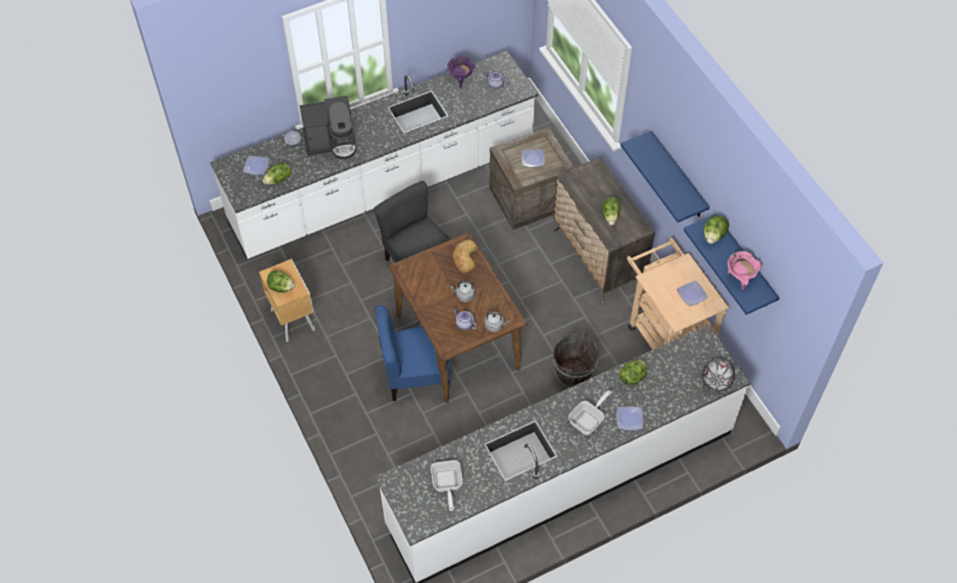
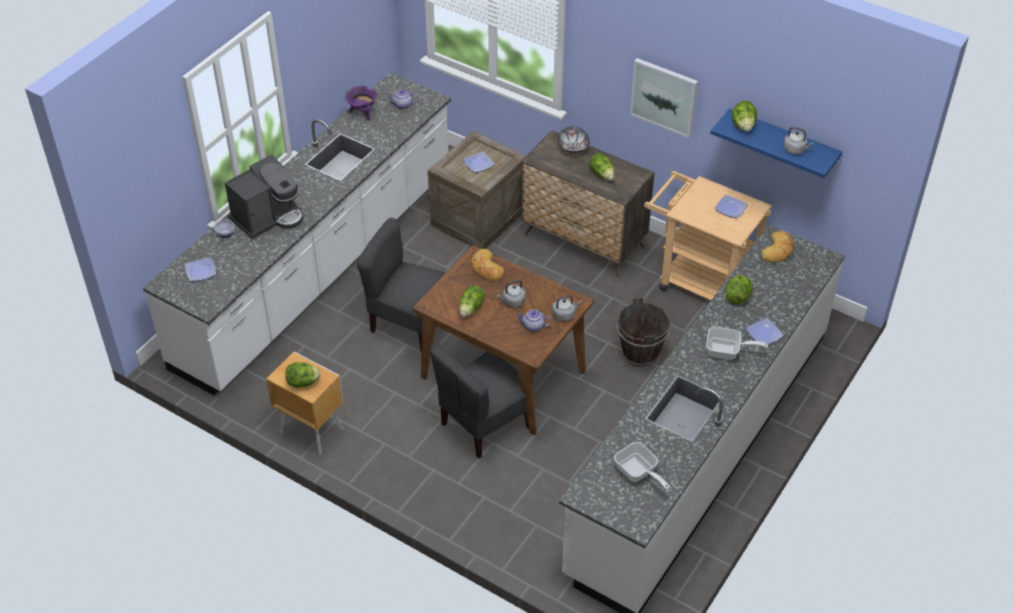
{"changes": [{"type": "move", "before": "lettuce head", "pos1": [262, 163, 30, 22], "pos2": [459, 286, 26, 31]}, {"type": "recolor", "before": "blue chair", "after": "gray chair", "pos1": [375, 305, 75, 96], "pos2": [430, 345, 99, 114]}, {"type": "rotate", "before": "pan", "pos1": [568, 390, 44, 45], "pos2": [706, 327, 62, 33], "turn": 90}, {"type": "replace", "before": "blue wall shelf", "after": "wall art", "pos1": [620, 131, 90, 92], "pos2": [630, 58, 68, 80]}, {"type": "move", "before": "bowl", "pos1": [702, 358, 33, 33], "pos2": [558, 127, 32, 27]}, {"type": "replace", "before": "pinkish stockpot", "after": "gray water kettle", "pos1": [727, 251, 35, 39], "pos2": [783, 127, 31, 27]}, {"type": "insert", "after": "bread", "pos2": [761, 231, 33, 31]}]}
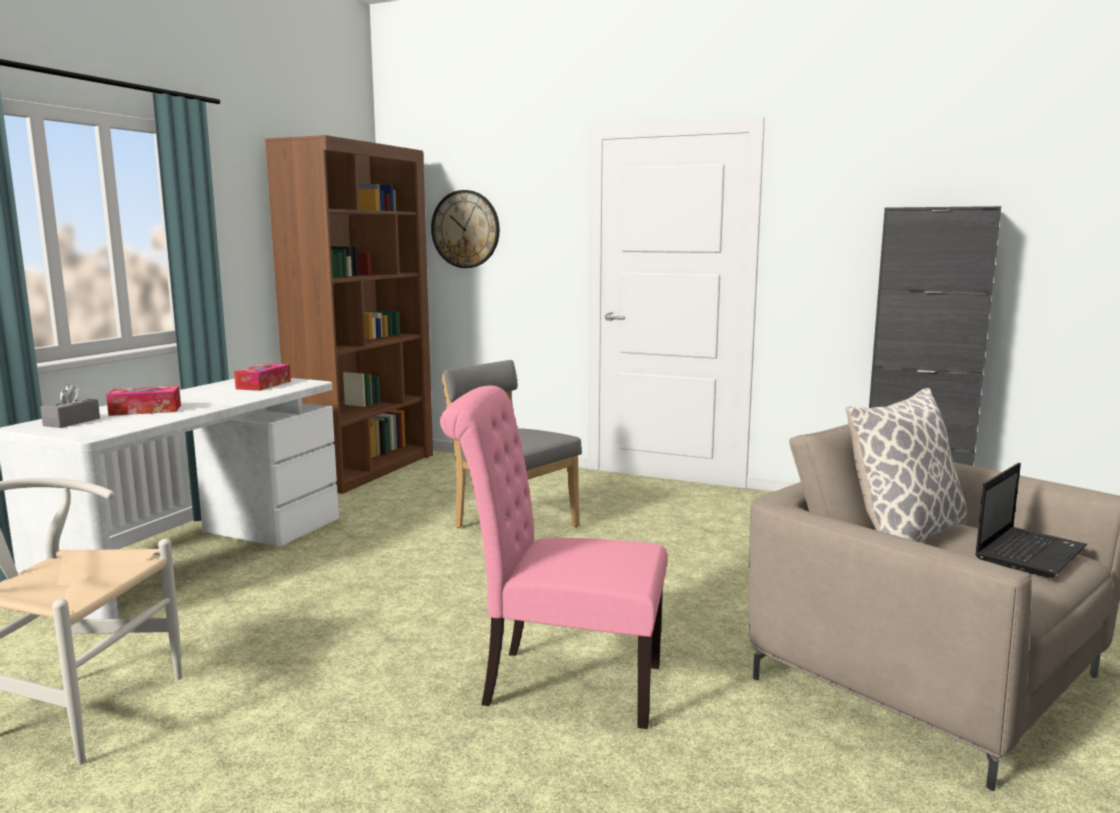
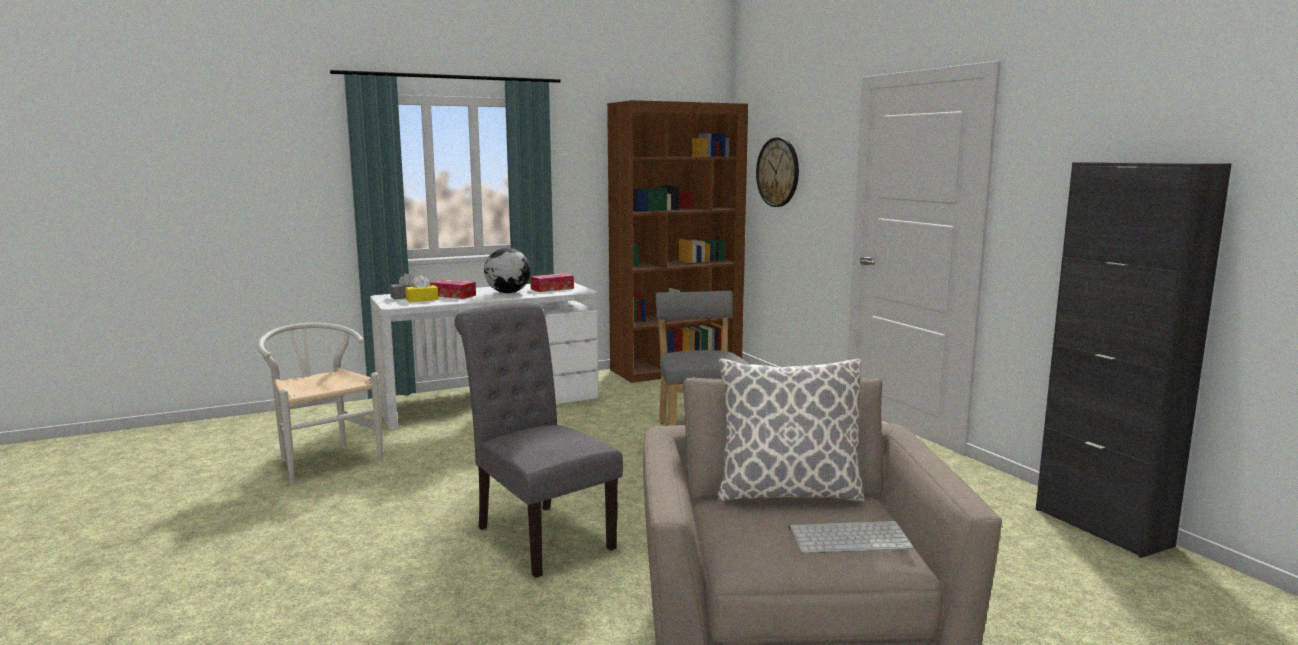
{"changes": [{"type": "recolor", "before": "pinkish chair", "after": "gray chair", "pos1": [440, 386, 227, 343], "pos2": [455, 302, 168, 276]}, {"type": "replace", "before": "notebook computer", "after": "keyboard", "pos1": [975, 463, 112, 115], "pos2": [789, 521, 125, 33]}, {"type": "insert", "after": "yellow tissue holder", "pos2": [405, 275, 34, 27]}, {"type": "insert", "after": "globe", "pos2": [484, 248, 47, 45]}]}
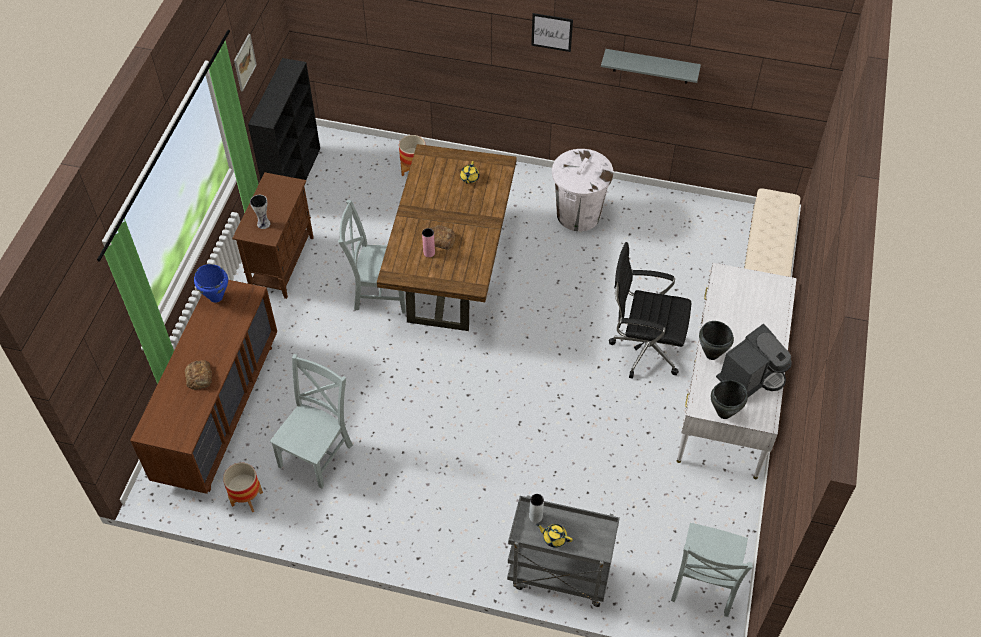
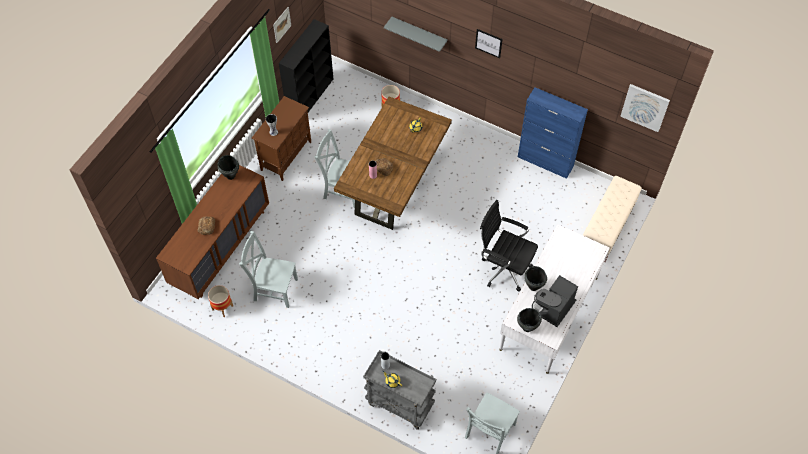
{"changes": [{"type": "recolor", "before": "blue stockpot", "after": "black-coloured stockpot", "pos1": [194, 264, 34, 39], "pos2": [217, 155, 22, 25]}, {"type": "rotate", "before": "gray chair", "pos1": [270, 354, 83, 135], "pos2": [239, 231, 59, 77], "turn": -120}, {"type": "delete", "before": "white waste bin", "pos1": [552, 149, 62, 82]}, {"type": "move", "before": "gray wall shelf", "pos1": [601, 49, 100, 35], "pos2": [384, 17, 64, 35]}, {"type": "rotate", "before": "coffee brewer", "pos1": [716, 324, 76, 73], "pos2": [532, 275, 46, 52], "turn": 150}, {"type": "insert", "after": "blue cupboard", "pos2": [518, 87, 70, 92]}, {"type": "insert", "after": "wall art", "pos2": [620, 84, 50, 48]}]}
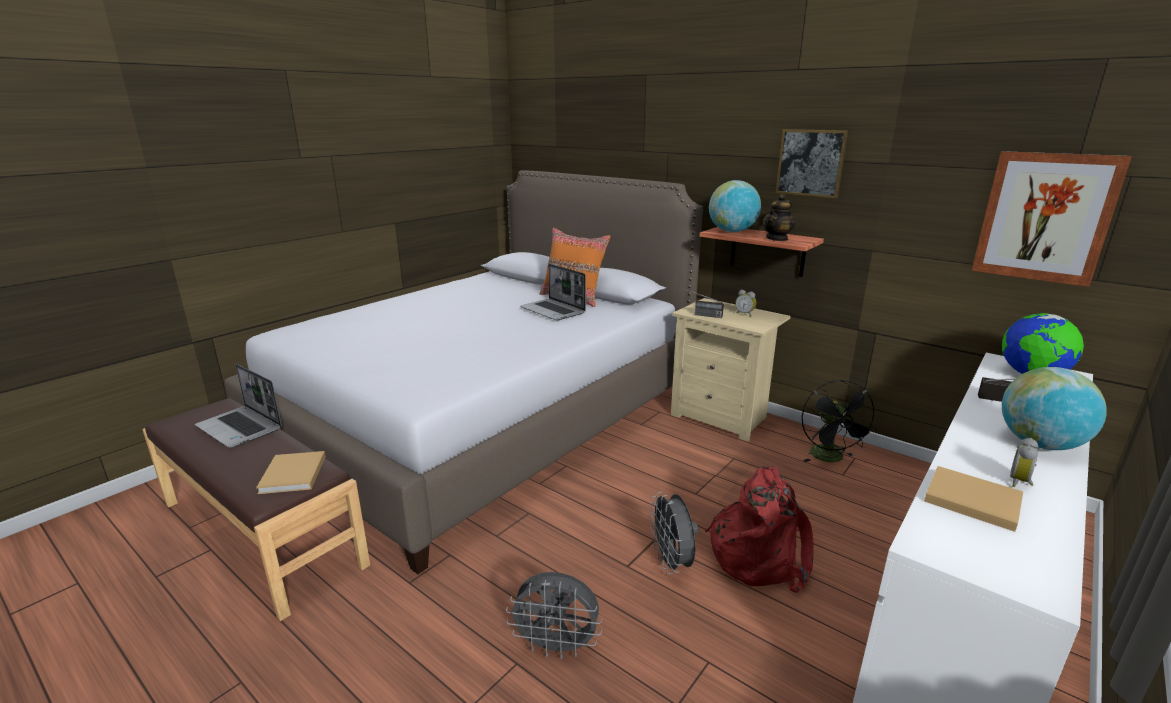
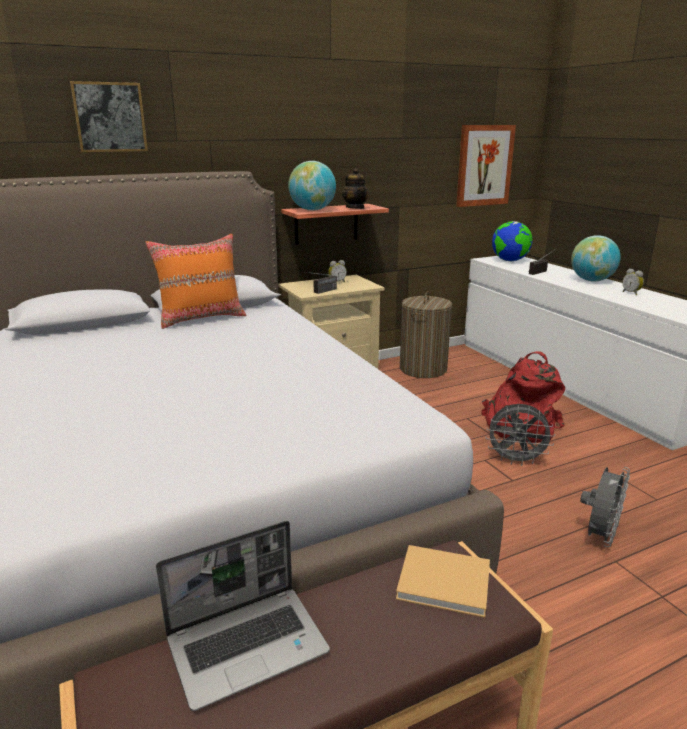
{"changes": [{"type": "delete", "before": "notebook computer", "pos1": [520, 264, 66, 56]}, {"type": "move", "before": "wall art", "pos1": [775, 129, 73, 69], "pos2": [70, 81, 78, 71]}, {"type": "replace", "before": "black-coloured electric fan", "after": "washing basket", "pos1": [802, 380, 78, 82], "pos2": [400, 291, 52, 87]}, {"type": "delete", "before": "beige book", "pos1": [924, 466, 99, 66]}]}
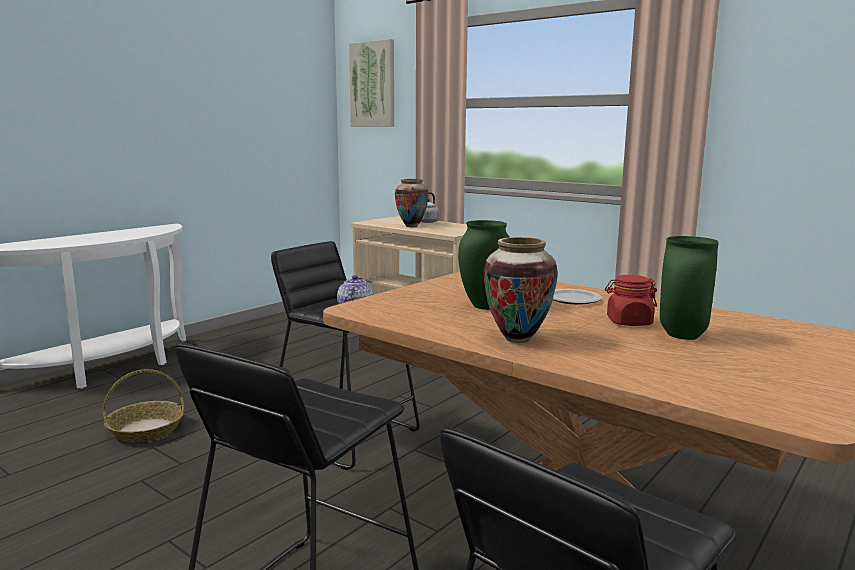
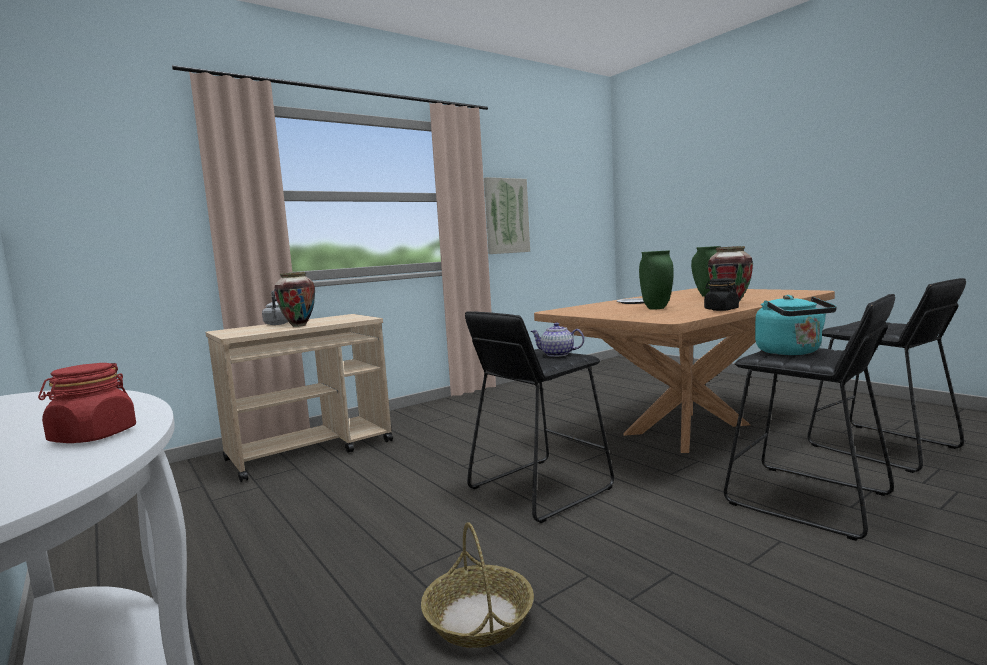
{"changes": [{"type": "move", "before": "wall art", "pos1": [349, 39, 45, 88], "pos2": [484, 177, 46, 77]}, {"type": "move", "before": "reddish preserve jar", "pos1": [605, 275, 52, 51], "pos2": [38, 363, 98, 80]}, {"type": "insert", "after": "black-coloured preserve jar", "pos2": [704, 278, 35, 33]}, {"type": "insert", "after": "blue-green water kettle", "pos2": [755, 295, 82, 60]}]}
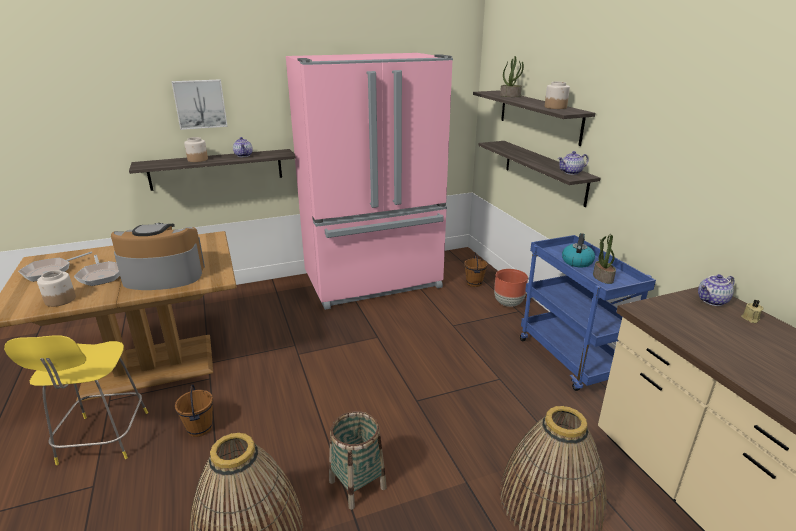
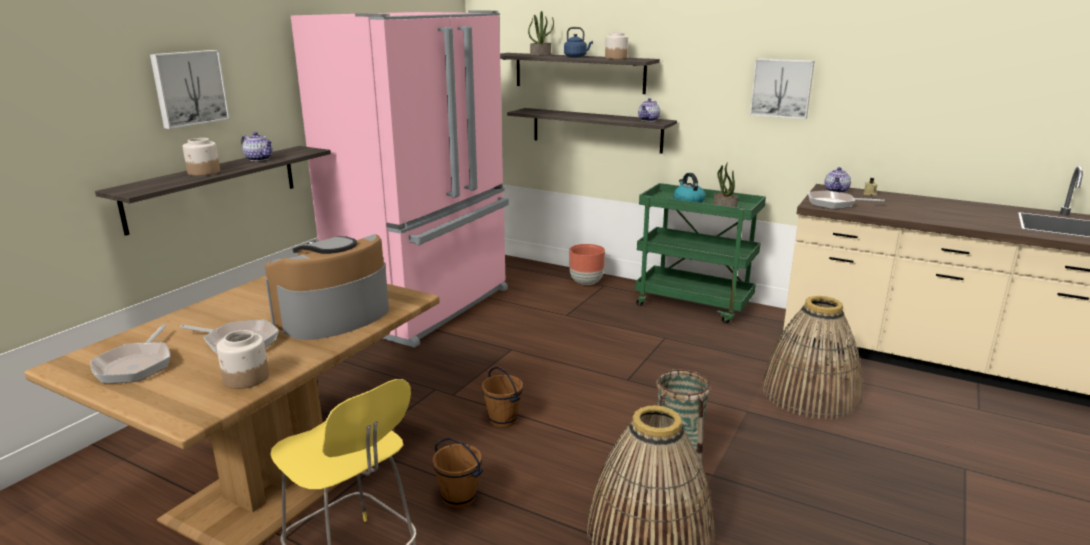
{"changes": [{"type": "move", "before": "brownish water bucket", "pos1": [464, 253, 24, 34], "pos2": [482, 367, 41, 61]}, {"type": "recolor", "before": "blue trolley", "after": "green-coloured trolley", "pos1": [520, 235, 136, 156], "pos2": [635, 183, 131, 141]}, {"type": "insert", "after": "blue water kettle", "pos2": [564, 27, 29, 30]}, {"type": "insert", "after": "wall art", "pos2": [750, 59, 65, 60]}, {"type": "insert", "after": "pan", "pos2": [808, 191, 77, 18]}]}
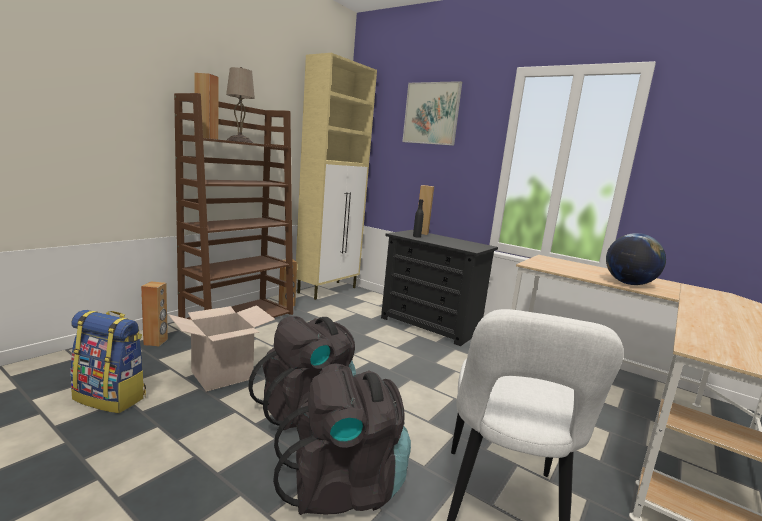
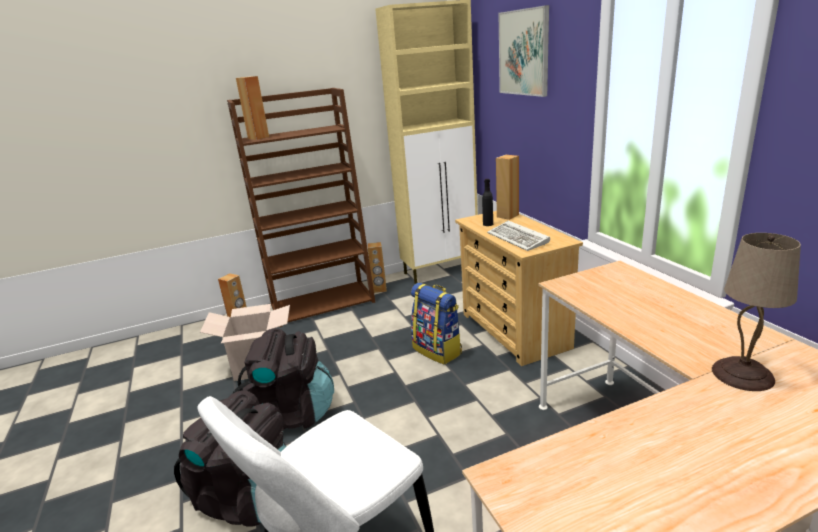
{"changes": [{"type": "move", "before": "knapsack", "pos1": [70, 310, 76, 103], "pos2": [411, 283, 51, 82]}, {"type": "move", "before": "beige tabletop lamp", "pos1": [226, 67, 29, 76], "pos2": [712, 233, 89, 158]}, {"type": "recolor", "before": "black-coloured drawer chest", "after": "beige drawer chest", "pos1": [381, 230, 117, 116], "pos2": [455, 211, 128, 155]}, {"type": "delete", "before": "globe", "pos1": [606, 233, 60, 52]}, {"type": "insert", "after": "keyboard", "pos2": [487, 220, 63, 31]}]}
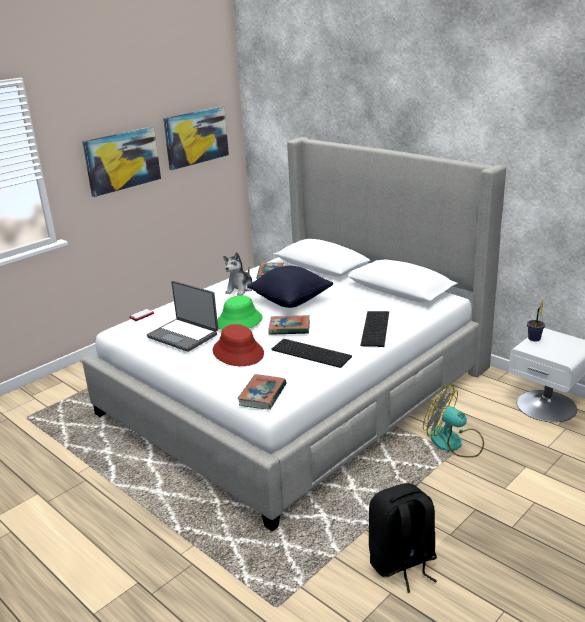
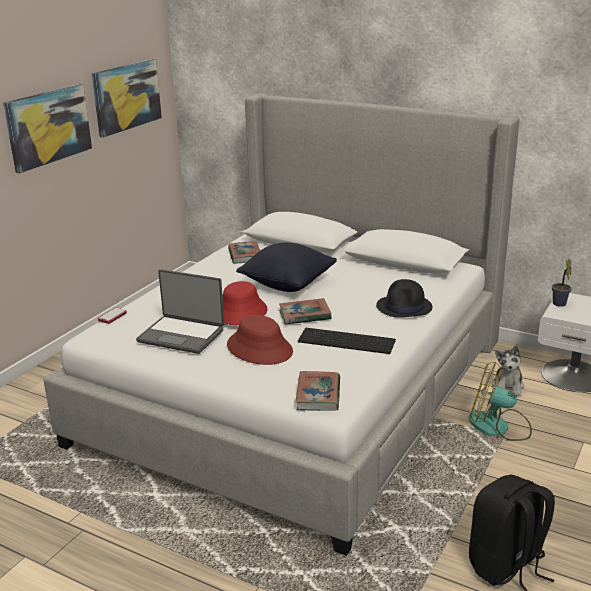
{"changes": [{"type": "recolor", "before": "green-coloured hat", "after": "reddish hat", "pos1": [217, 295, 46, 35], "pos2": [223, 281, 45, 44]}, {"type": "move", "before": "cuddly toy", "pos1": [223, 252, 29, 43], "pos2": [492, 346, 32, 51]}, {"type": "replace", "before": "keyboard", "after": "black-coloured hat", "pos1": [361, 311, 28, 36], "pos2": [376, 279, 56, 39]}]}
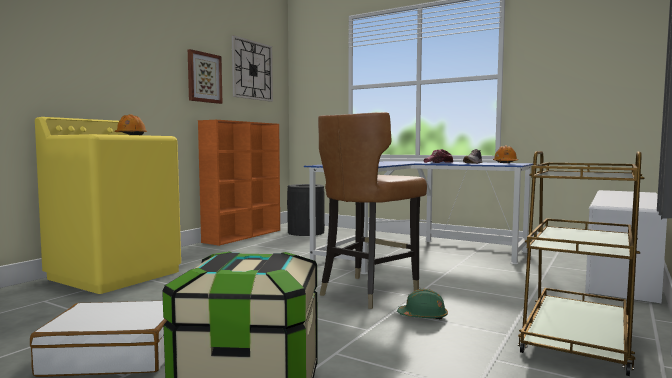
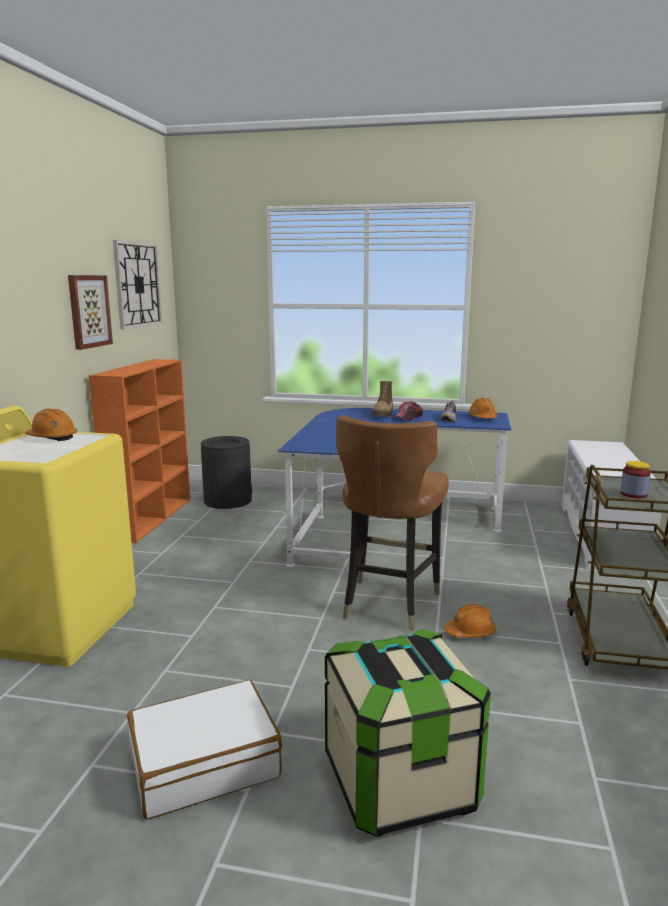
{"changes": [{"type": "recolor", "before": "green-coloured hard hat", "after": "orangey hard hat", "pos1": [397, 289, 51, 30], "pos2": [445, 604, 51, 34]}, {"type": "insert", "after": "tall boot", "pos2": [371, 381, 22, 35]}, {"type": "insert", "after": "preserve jar", "pos2": [620, 461, 31, 37]}]}
